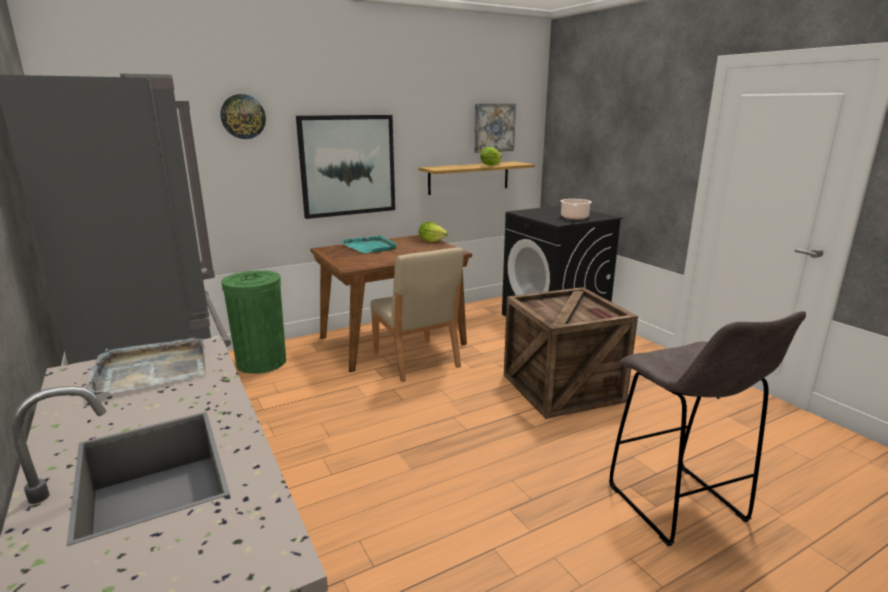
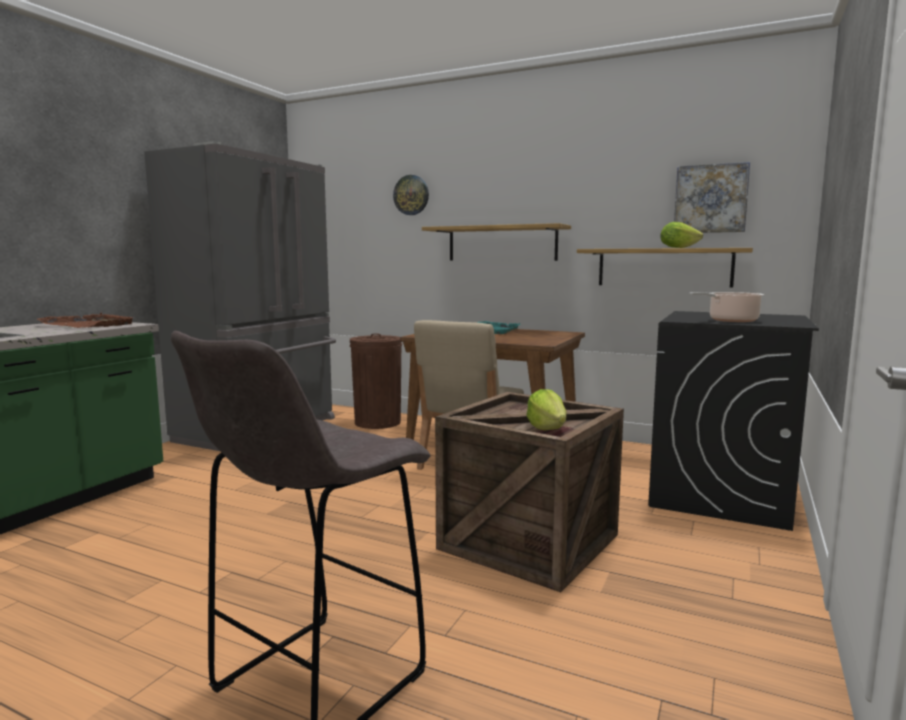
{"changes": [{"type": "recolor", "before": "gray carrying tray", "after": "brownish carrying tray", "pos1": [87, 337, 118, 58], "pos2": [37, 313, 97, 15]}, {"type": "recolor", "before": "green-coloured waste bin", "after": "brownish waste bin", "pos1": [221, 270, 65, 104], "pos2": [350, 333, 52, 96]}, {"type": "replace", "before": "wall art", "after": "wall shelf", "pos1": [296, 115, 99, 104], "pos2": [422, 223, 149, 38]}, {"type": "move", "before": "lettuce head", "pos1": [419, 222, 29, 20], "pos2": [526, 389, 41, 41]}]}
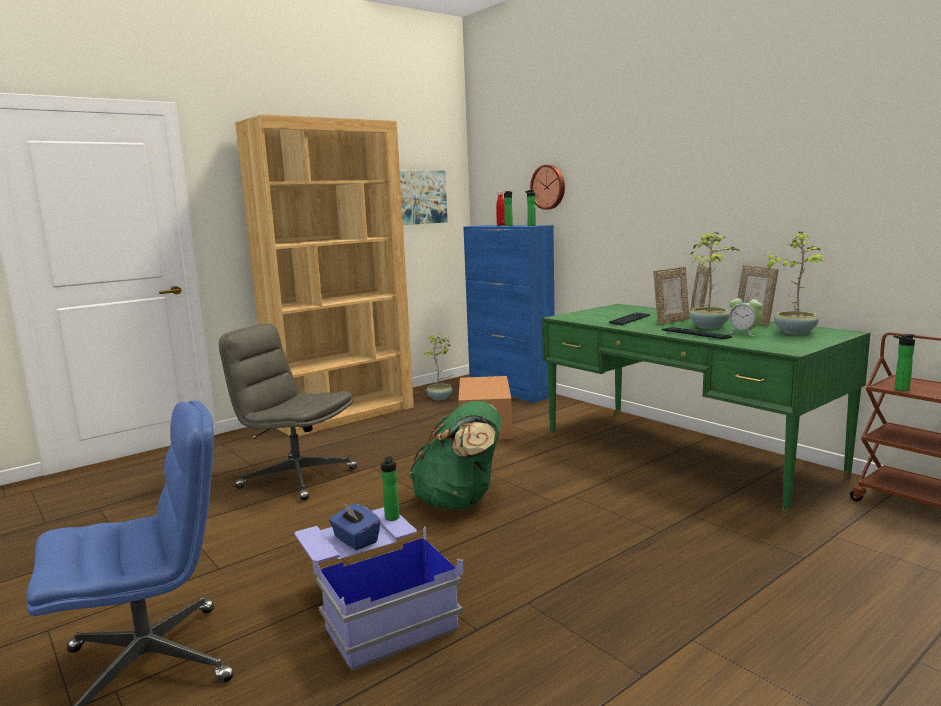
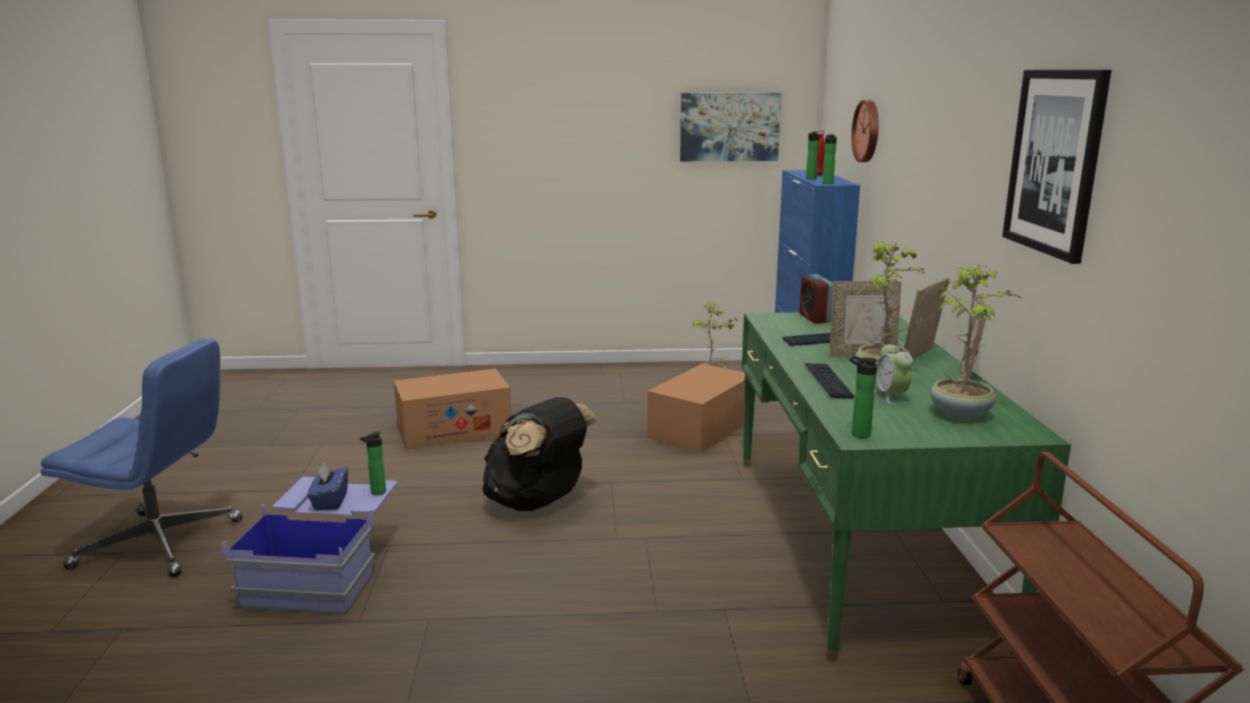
{"changes": [{"type": "replace", "before": "gray office chair", "after": "cardboard box", "pos1": [219, 324, 138, 177], "pos2": [394, 369, 118, 81]}, {"type": "delete", "before": "brownish shelving unit", "pos1": [235, 114, 179, 322]}, {"type": "recolor", "before": "green-coloured knapsack", "after": "black-coloured knapsack", "pos1": [409, 401, 93, 109], "pos2": [483, 397, 116, 114]}, {"type": "move", "before": "beverage bottle", "pos1": [894, 334, 21, 57], "pos2": [849, 356, 29, 82]}, {"type": "insert", "after": "alarm clock", "pos2": [800, 274, 33, 50]}, {"type": "insert", "after": "wall art", "pos2": [1002, 70, 110, 194]}]}
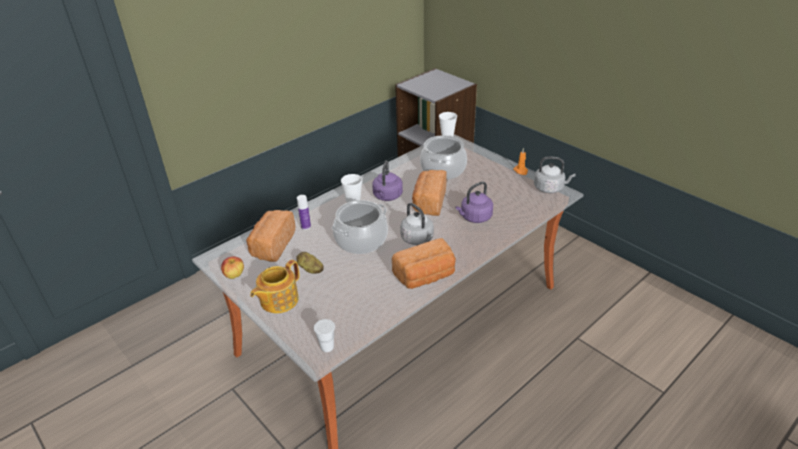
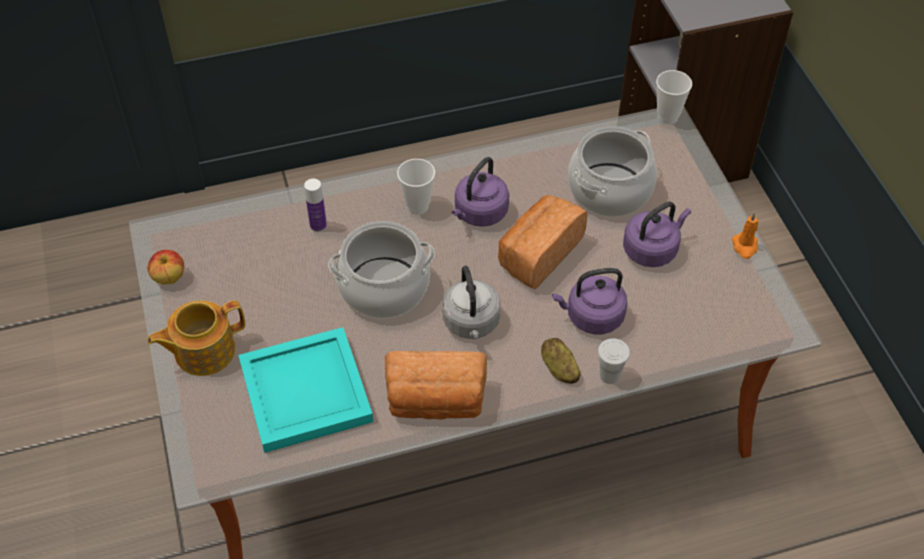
{"changes": [{"type": "delete", "before": "bread", "pos1": [246, 210, 49, 52]}, {"type": "move", "before": "spud", "pos1": [296, 252, 28, 22], "pos2": [541, 338, 39, 46]}, {"type": "move", "before": "white small cup", "pos1": [314, 319, 21, 33], "pos2": [598, 338, 32, 46]}, {"type": "delete", "before": "gray water kettle", "pos1": [534, 156, 42, 37]}, {"type": "insert", "after": "blue-green carrying tray", "pos2": [238, 327, 135, 126]}, {"type": "insert", "after": "purple water kettle", "pos2": [623, 202, 68, 65]}]}
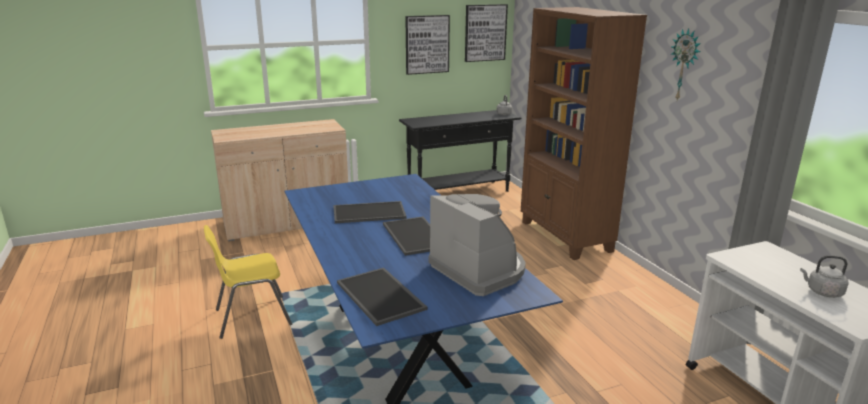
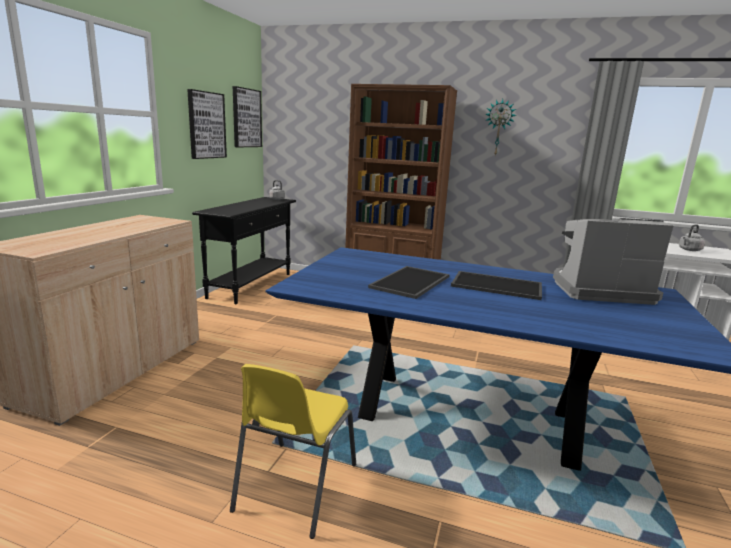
{"changes": [{"type": "delete", "before": "carrying tray", "pos1": [337, 268, 90, 58]}]}
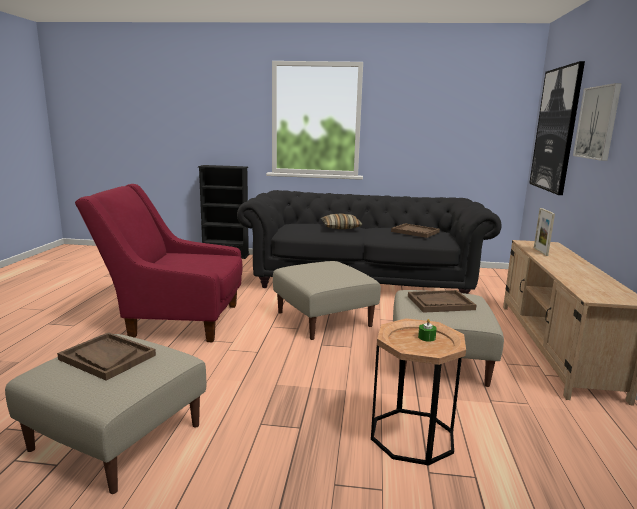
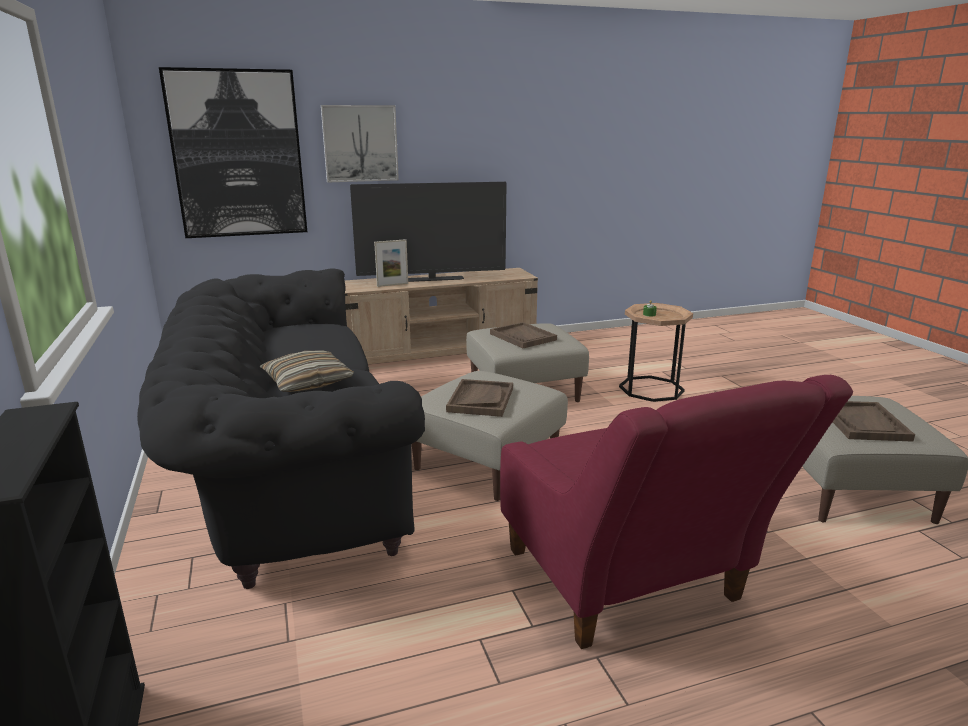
{"changes": [{"type": "move", "before": "brownish carrying tray", "pos1": [391, 223, 49, 15], "pos2": [446, 379, 67, 38]}, {"type": "insert", "after": "television", "pos2": [350, 182, 156, 100]}]}
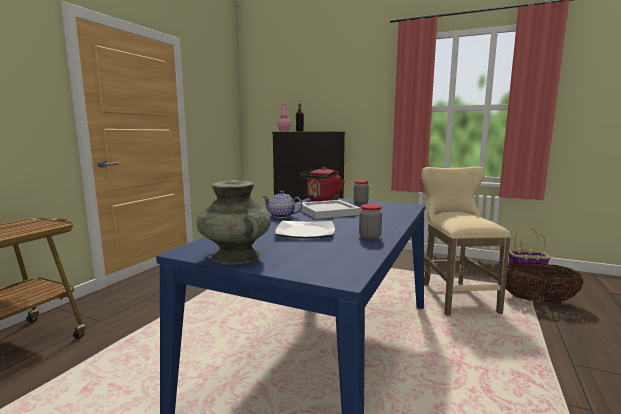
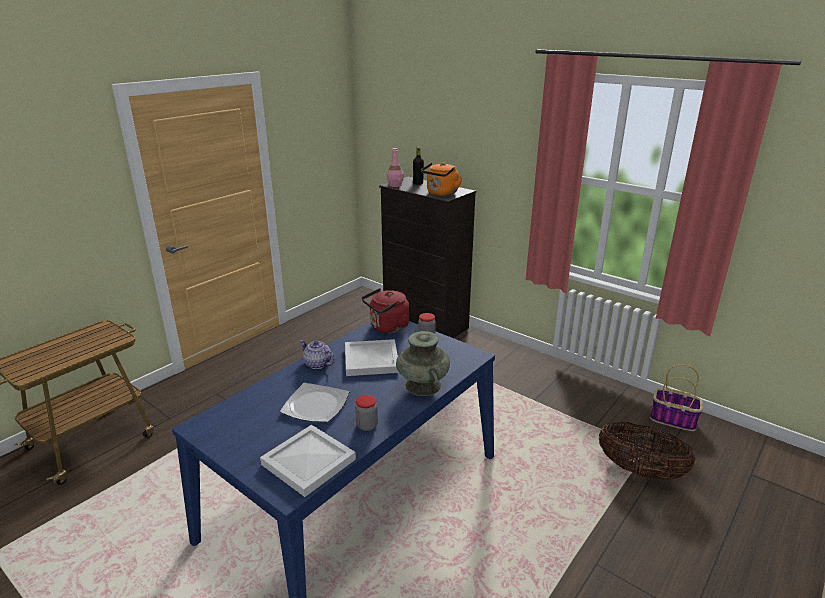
{"changes": [{"type": "move", "before": "blue-green flower vase", "pos1": [196, 180, 75, 85], "pos2": [396, 331, 54, 65]}, {"type": "delete", "before": "beige stool", "pos1": [421, 167, 90, 149]}, {"type": "insert", "after": "white carrying tray", "pos2": [260, 425, 96, 72]}, {"type": "insert", "after": "orangey water kettle", "pos2": [421, 162, 41, 34]}]}
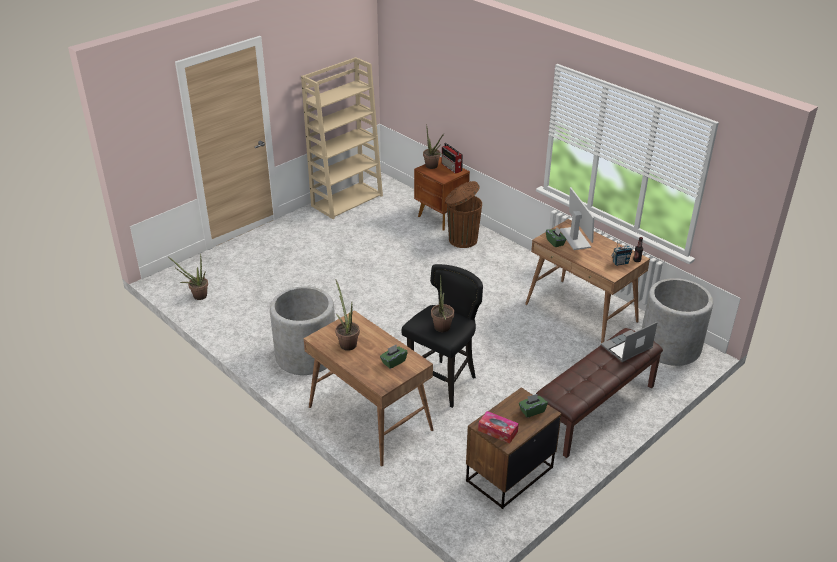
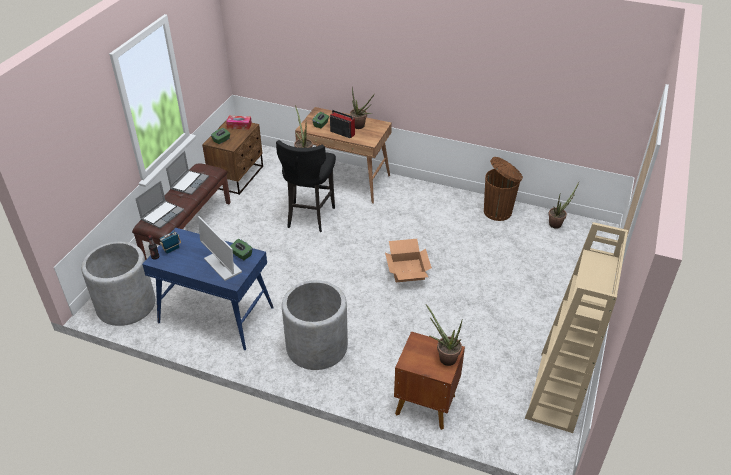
{"changes": [{"type": "move", "before": "gray planter", "pos1": [270, 286, 65, 89], "pos2": [282, 280, 66, 90]}, {"type": "move", "before": "radio receiver", "pos1": [441, 143, 22, 31], "pos2": [330, 110, 25, 28]}, {"type": "move", "before": "brownish waste bin", "pos1": [445, 181, 37, 67], "pos2": [484, 157, 39, 64]}, {"type": "recolor", "before": "brownish desk table", "after": "blue desk table", "pos1": [525, 219, 125, 124], "pos2": [142, 228, 132, 122]}, {"type": "insert", "after": "notebook computer", "pos2": [166, 151, 43, 44]}, {"type": "insert", "after": "cardboard box", "pos2": [385, 239, 47, 43]}]}
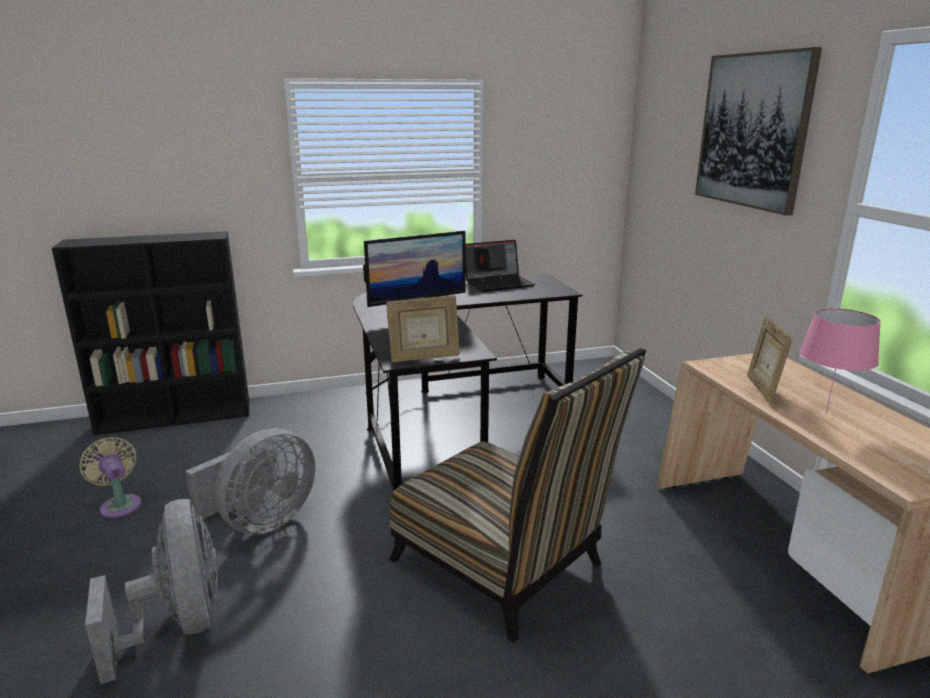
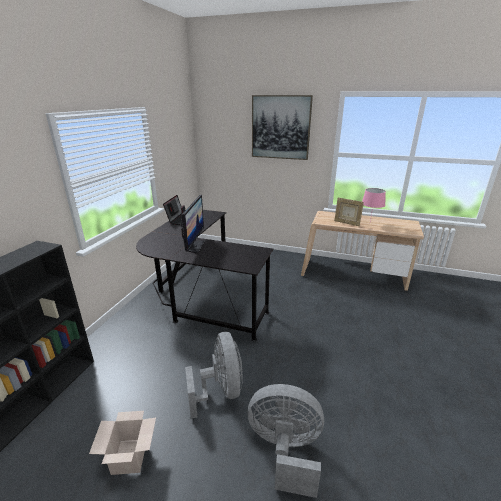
{"changes": [{"type": "replace", "before": "beige electric fan", "after": "cardboard box", "pos1": [79, 437, 63, 81], "pos2": [89, 411, 67, 64]}, {"type": "delete", "before": "standing frame", "pos1": [386, 295, 74, 67]}, {"type": "delete", "before": "chair", "pos1": [389, 348, 257, 295]}]}
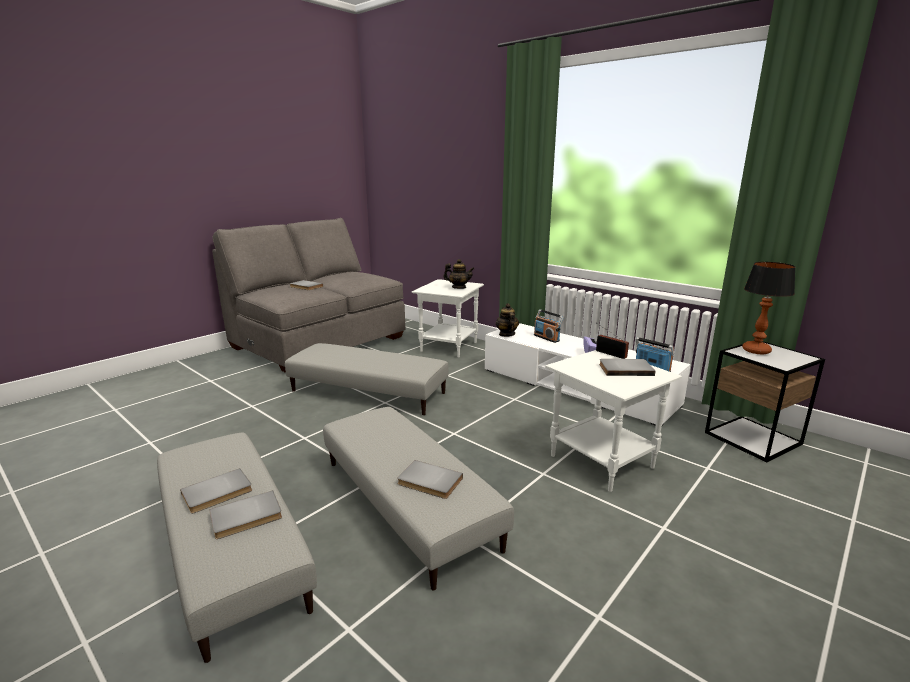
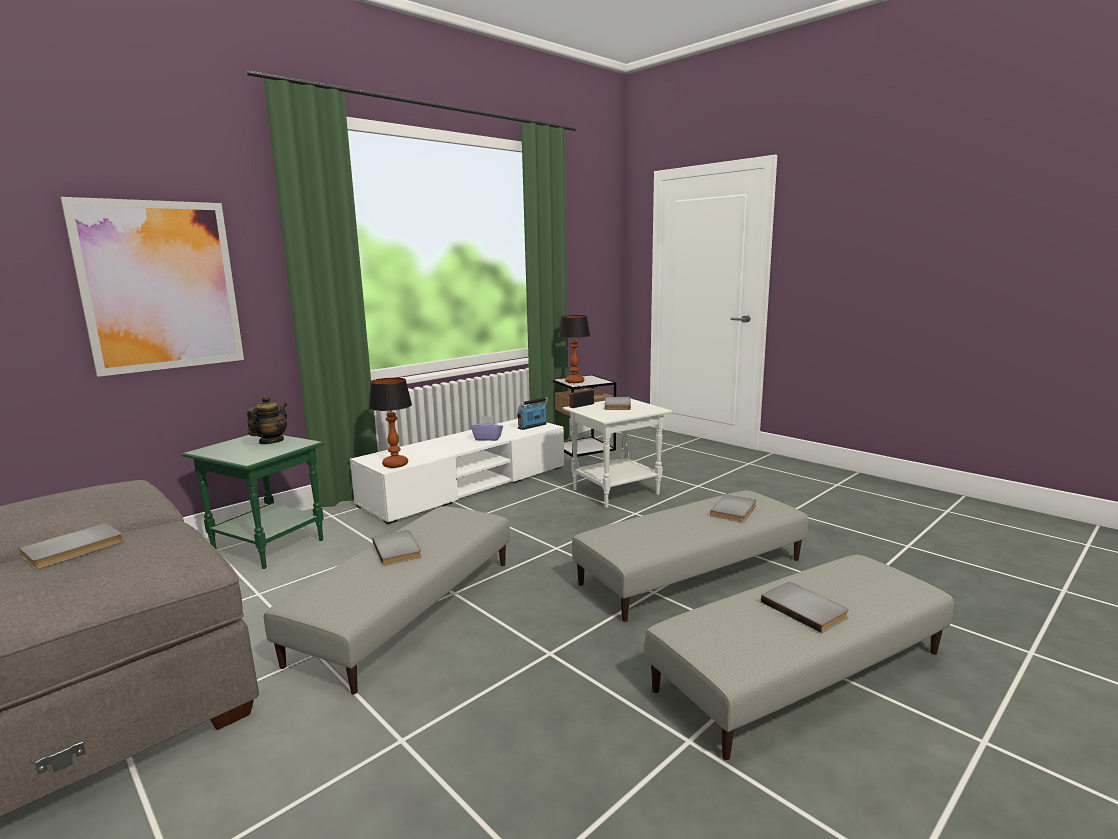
{"changes": [{"type": "move", "before": "gray book", "pos1": [209, 490, 73, 49], "pos2": [372, 530, 49, 36]}, {"type": "recolor", "before": "white side table", "after": "green-coloured side table", "pos1": [412, 279, 72, 79], "pos2": [181, 435, 144, 134]}, {"type": "replace", "before": "tea pot", "after": "tabletop lamp", "pos1": [496, 303, 23, 34], "pos2": [368, 378, 44, 90]}, {"type": "delete", "before": "radio receiver", "pos1": [534, 309, 30, 34]}, {"type": "insert", "after": "wall art", "pos2": [60, 197, 184, 180]}]}
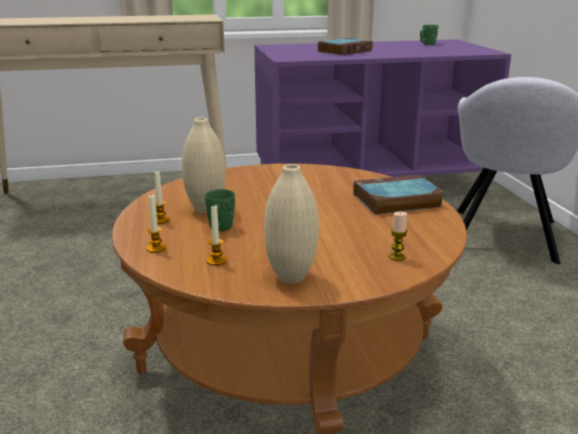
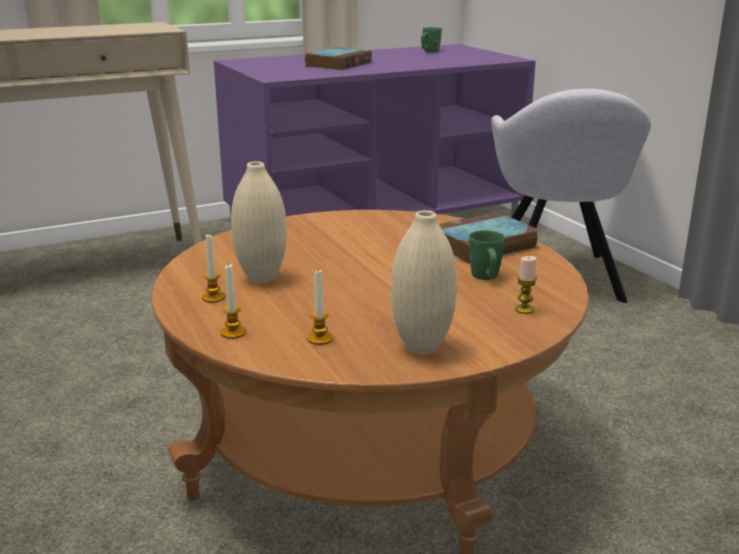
{"changes": [{"type": "move", "before": "green-coloured mug", "pos1": [205, 189, 30, 42], "pos2": [469, 230, 36, 50]}]}
